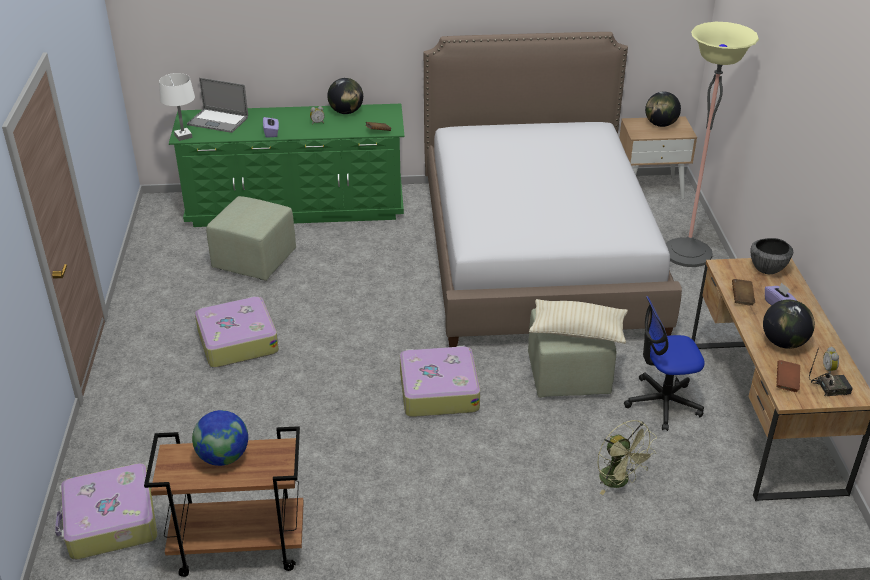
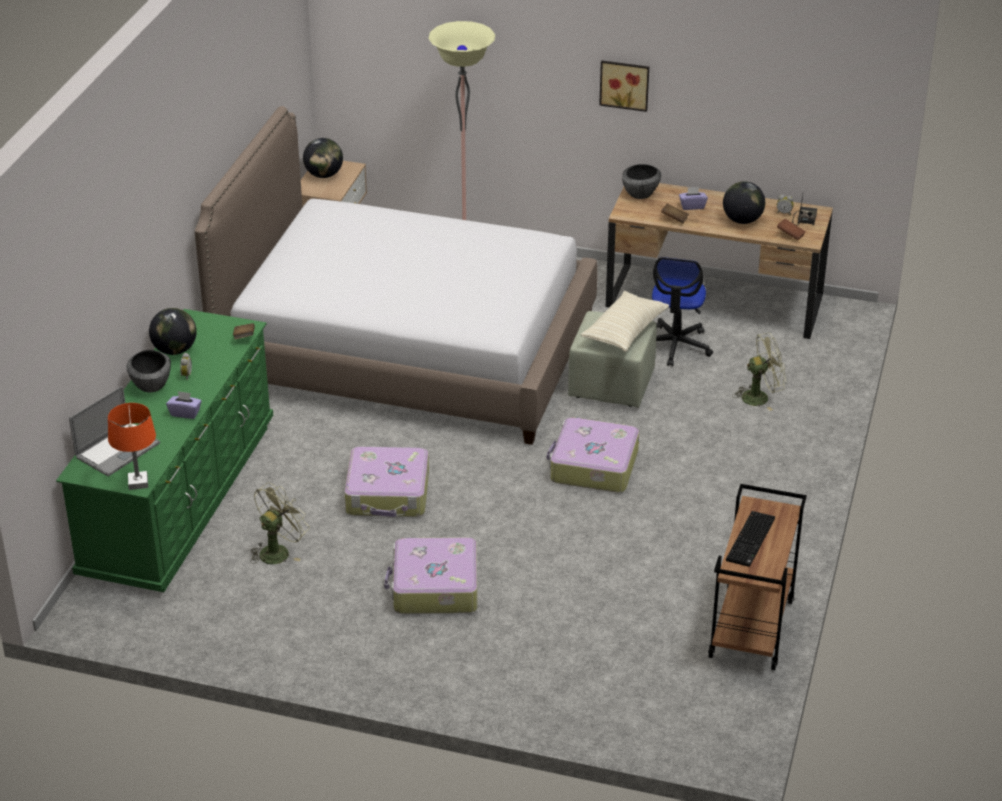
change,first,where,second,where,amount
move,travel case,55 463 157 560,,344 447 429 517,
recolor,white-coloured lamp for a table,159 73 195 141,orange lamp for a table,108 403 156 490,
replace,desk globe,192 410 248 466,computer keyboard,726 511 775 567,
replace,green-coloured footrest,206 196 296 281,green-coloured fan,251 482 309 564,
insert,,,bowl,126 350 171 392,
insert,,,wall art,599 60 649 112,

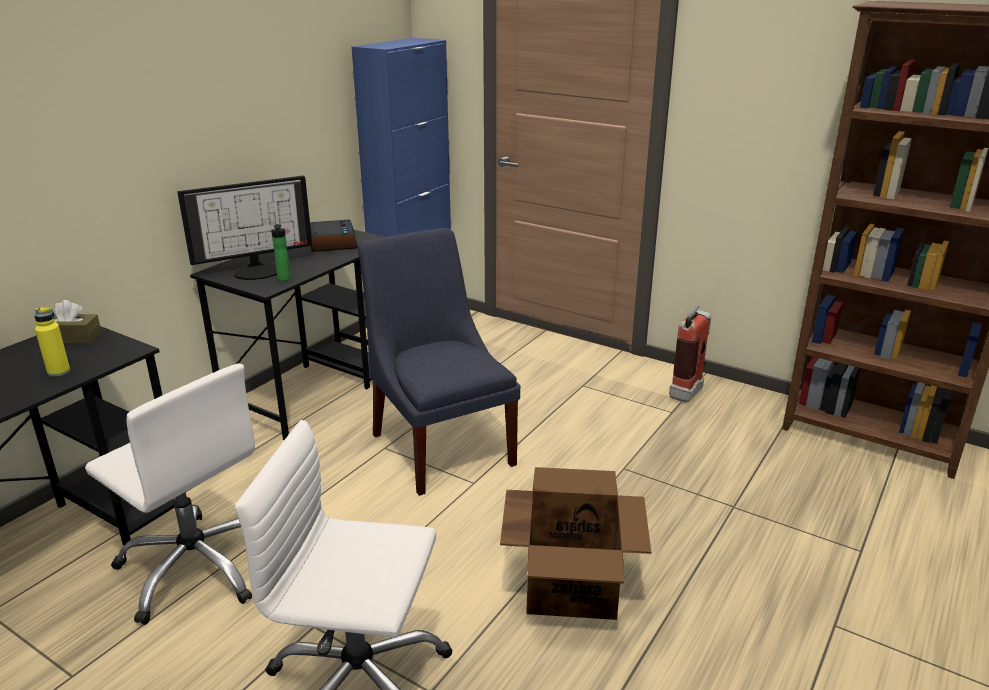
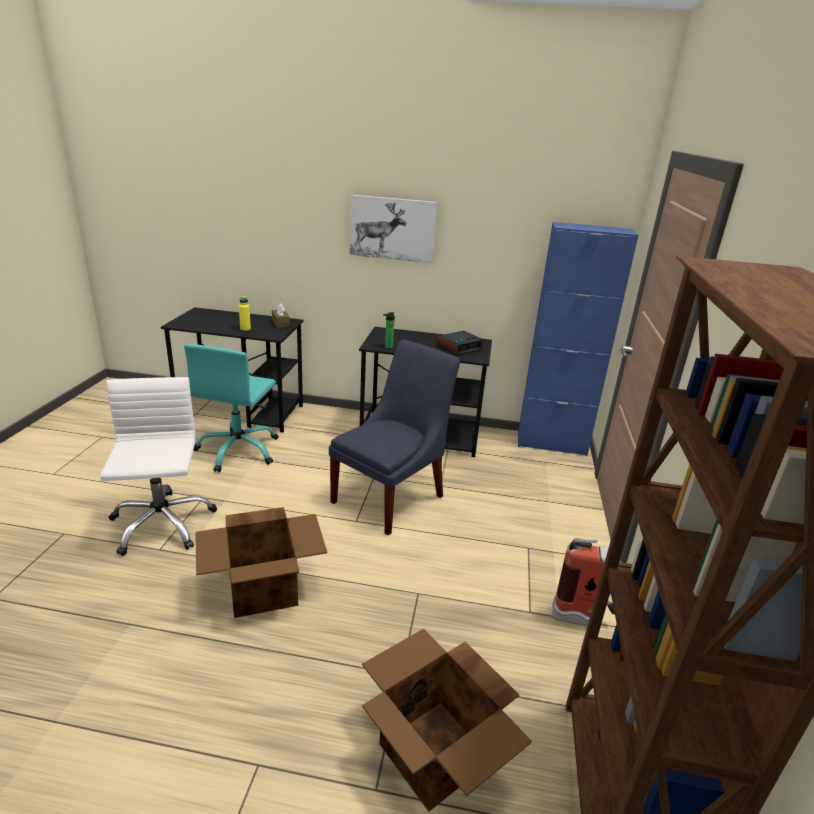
change,first,where,second,where,amount
recolor,white-coloured desk chair,85 363 255 625,blue-green desk chair,184 344 278 472,
delete,computer display,177 176 312 280,,,
insert,,,wall art,350 195 437 263,
insert,,,packing box,362 629 532 811,

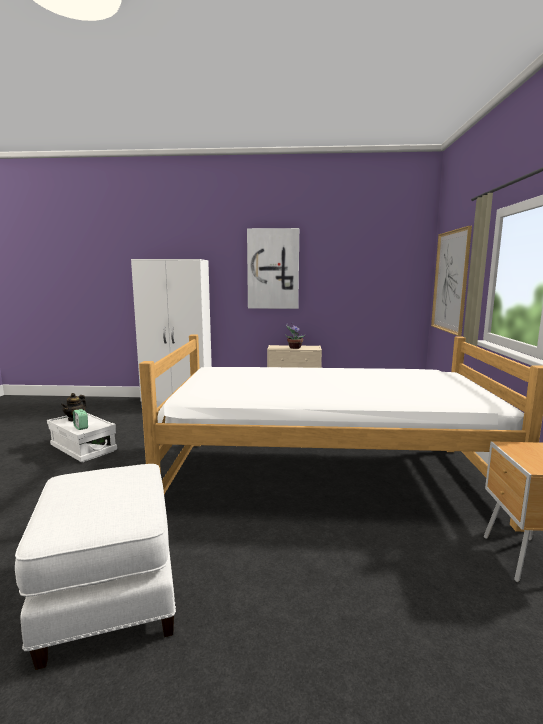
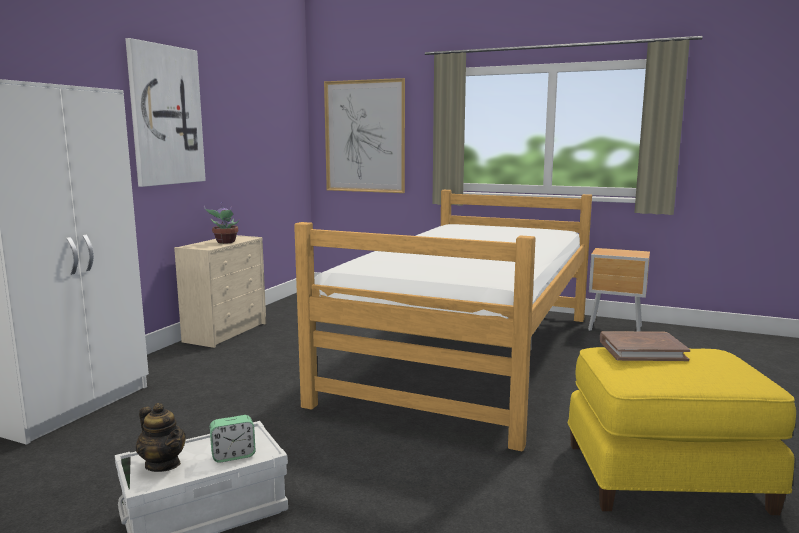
change,first,where,second,where,amount
recolor,white-coloured footrest,15 464 176 670,yellow-coloured footrest,567 347 796 515,
insert,,,brownish volume,600 331 690 361,

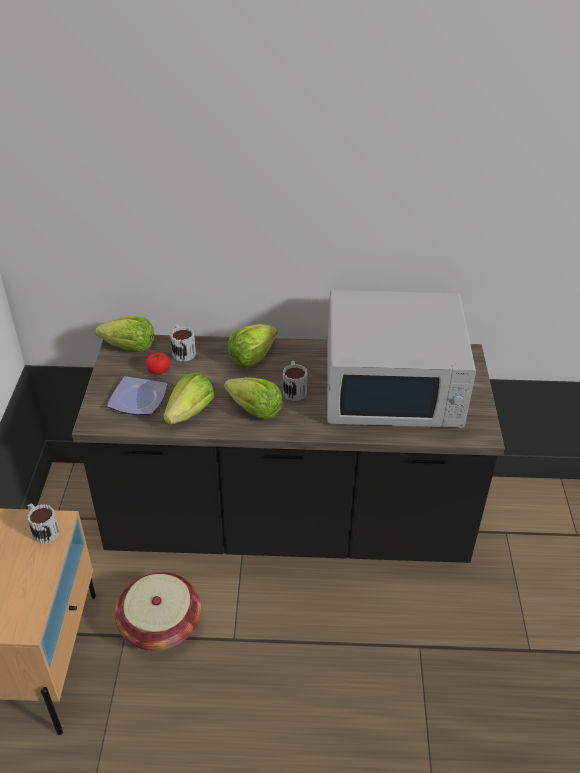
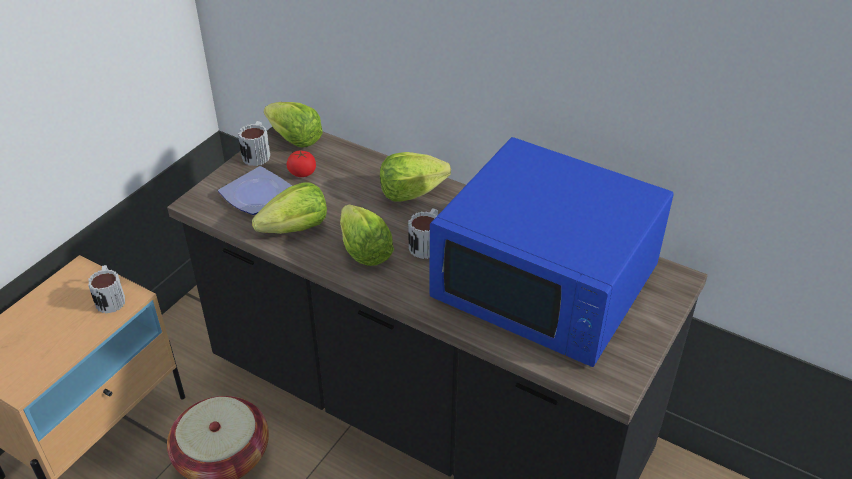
change,first,where,second,where,amount
move,coffee mug,170 324 196 362,,238 121 270 166,
recolor,white-coloured microwave oven,327 290 476 428,blue-coloured microwave oven,429 137 674 367,

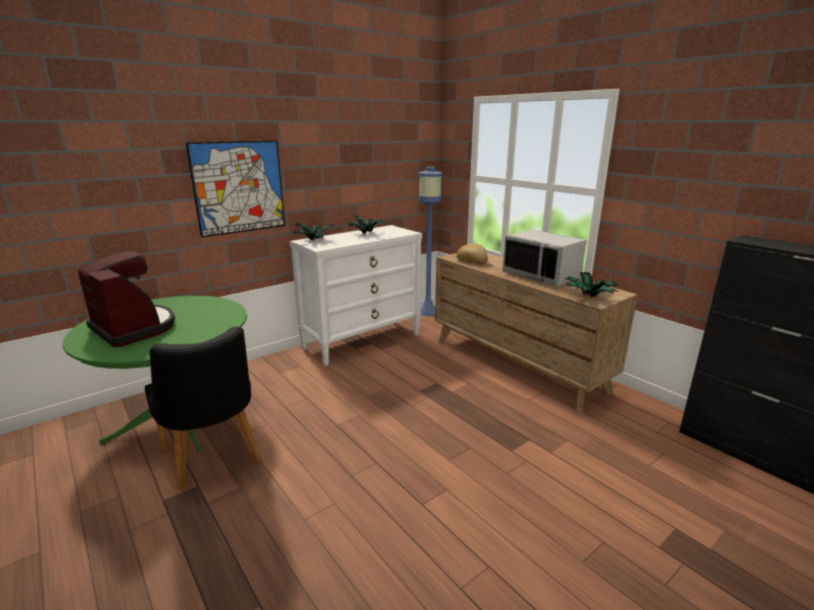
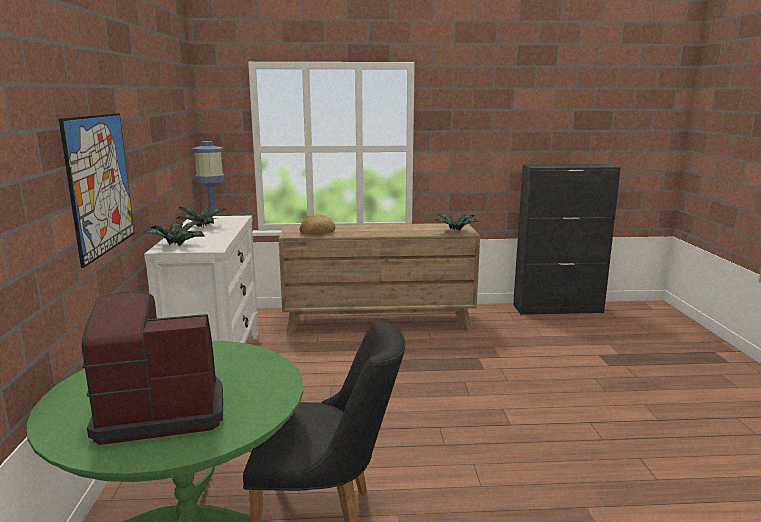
change,first,where,second,where,amount
delete,grey microwave oven,502 229 587 287,,,

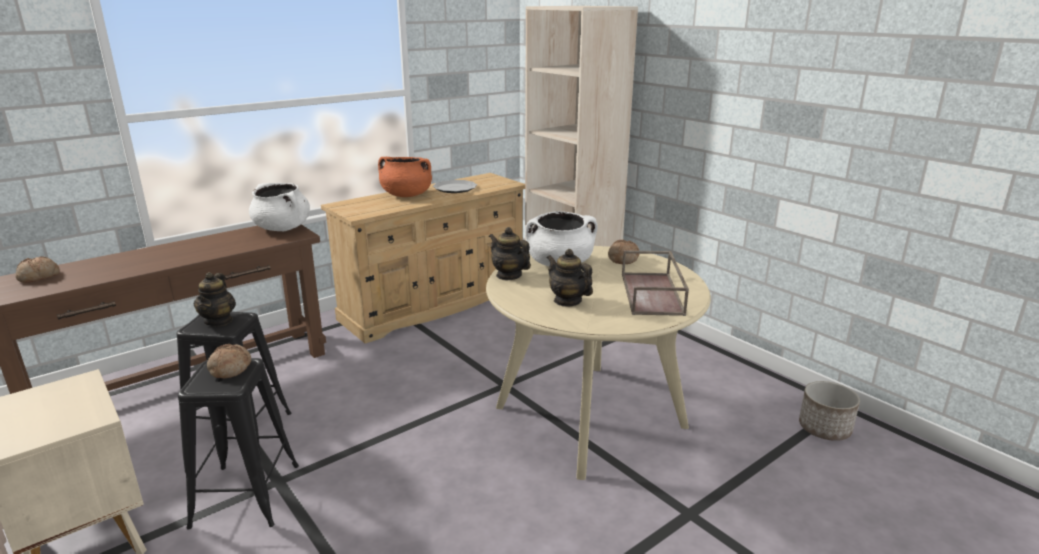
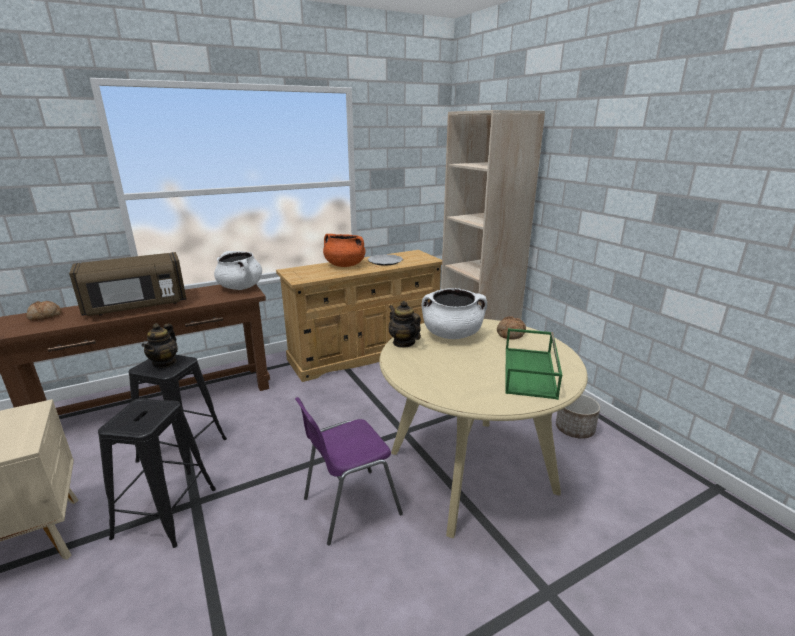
change,first,where,second,where,amount
delete,bread,207 344 251 378,,,
delete,teapot,547 249 593 307,,,
recolor,brownish tray,622 250 689 316,green-coloured tray,505 328 562 400,
move,planter,799 381 860 441,,556 394 600 439,
insert,,,brownish microwave oven,69 252 186 316,
insert,,,purple chair,295 397 403 545,

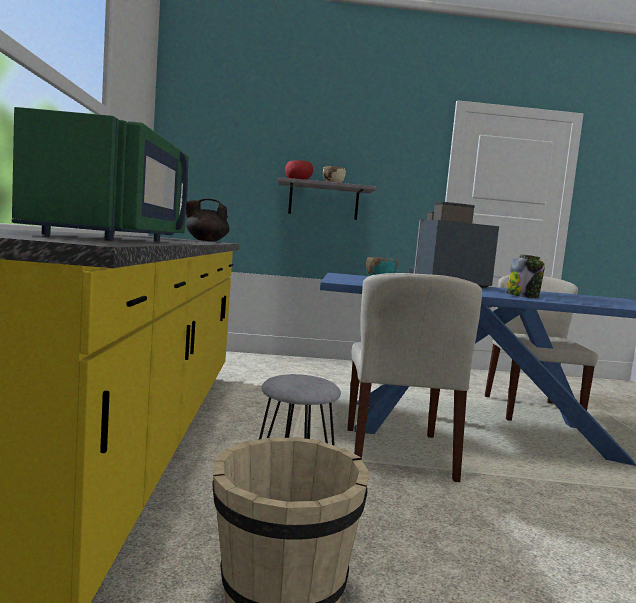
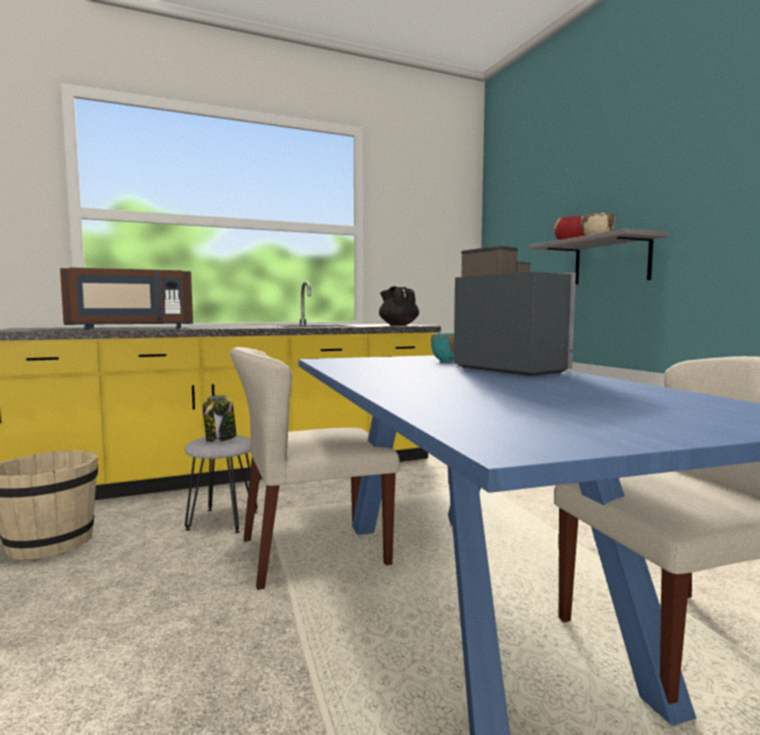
change,first,where,second,where,amount
recolor,green-coloured microwave oven,12 107 189 241,brownish microwave oven,60 267 193 329,
move,preserve jar,506 254 545 298,,203 395 237 442,

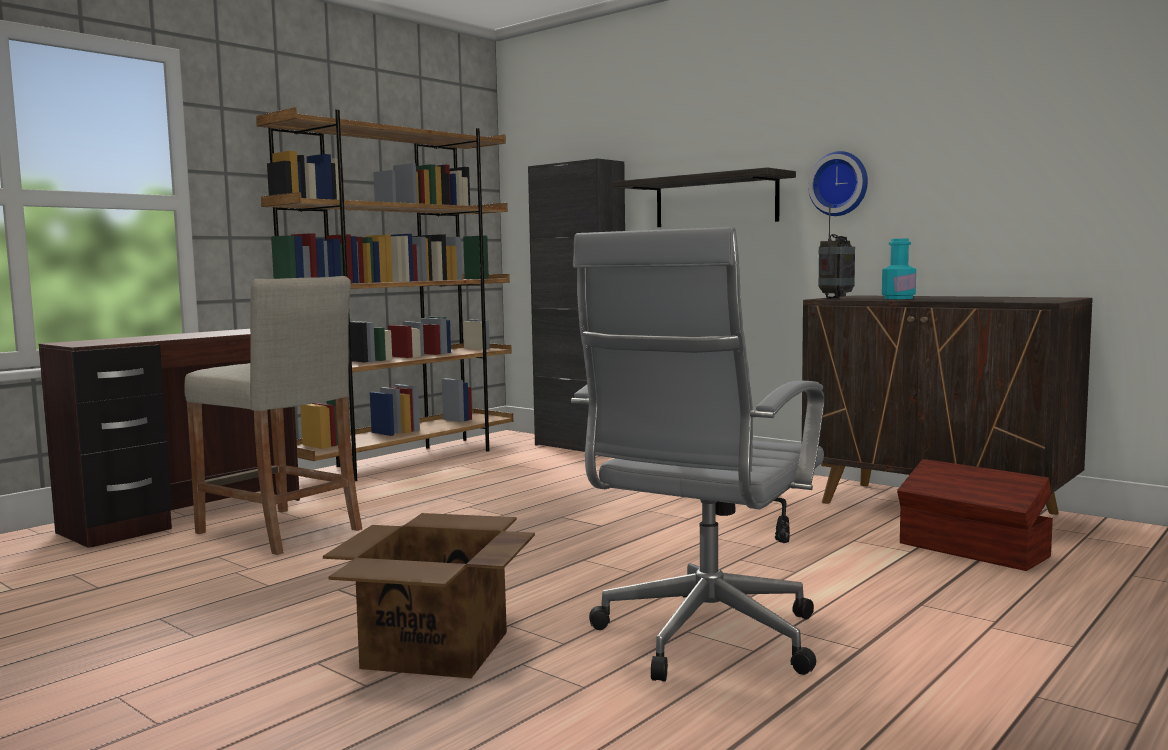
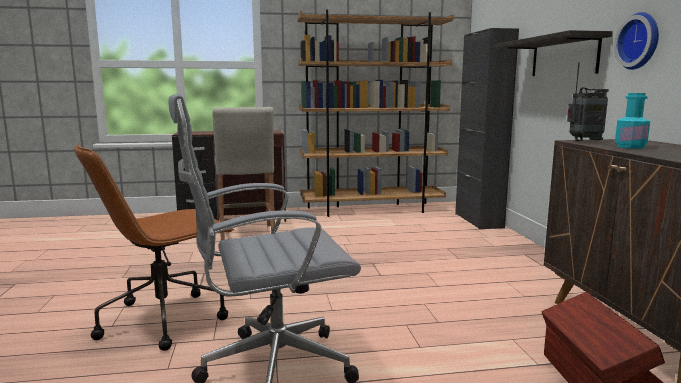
change,first,where,second,where,amount
replace,packing box,323 513 535 678,brownish desk chair,74 144 235 351,

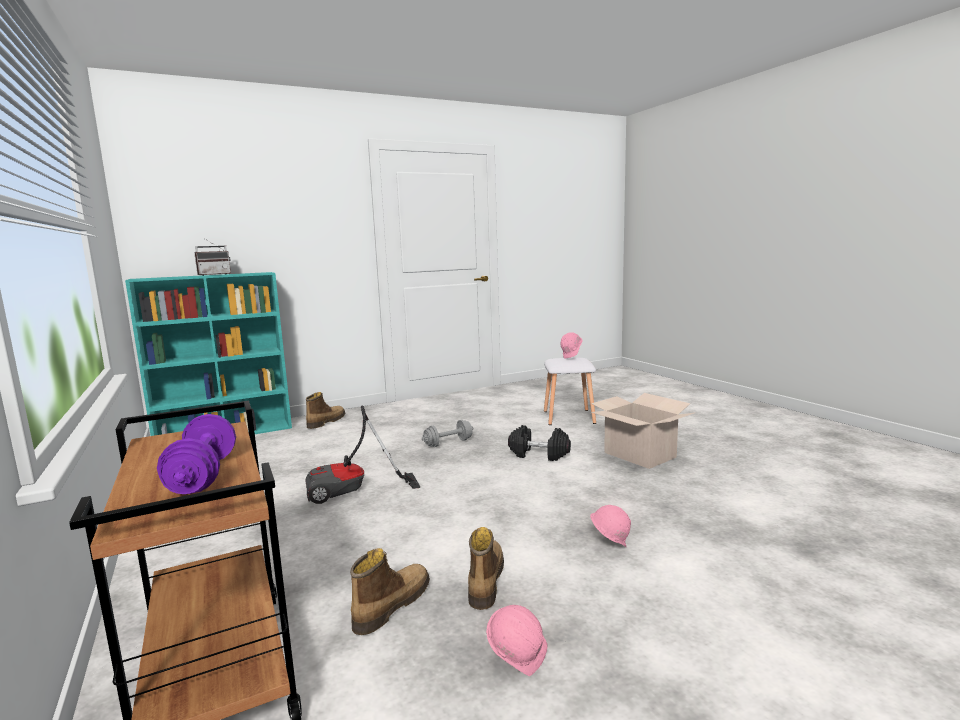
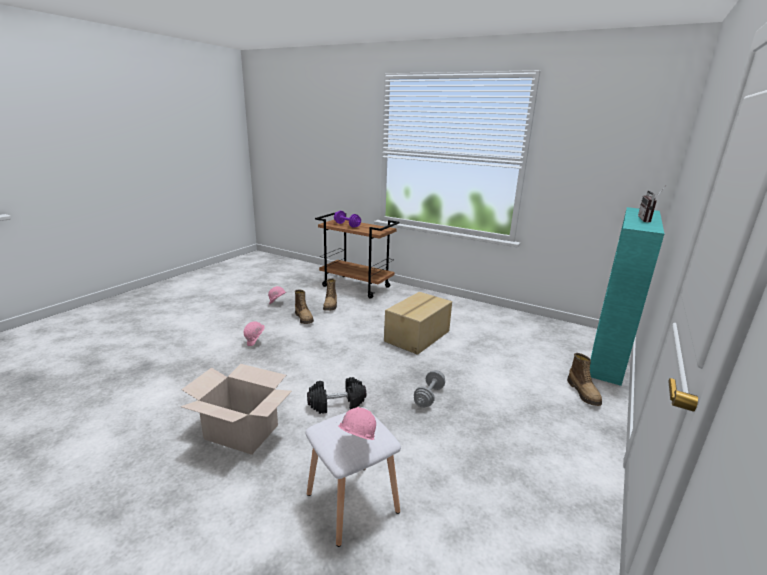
change,first,where,second,where,amount
replace,vacuum,306 406 420 504,packing box,384 292 452 355,

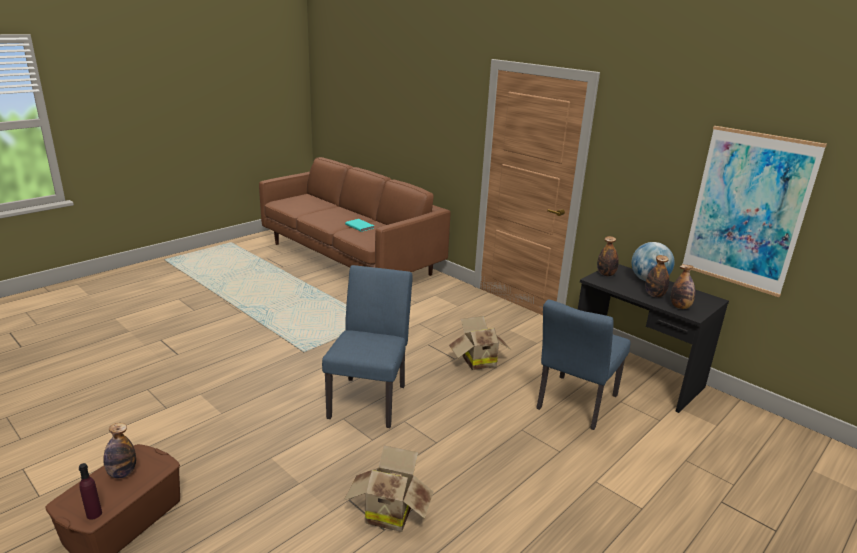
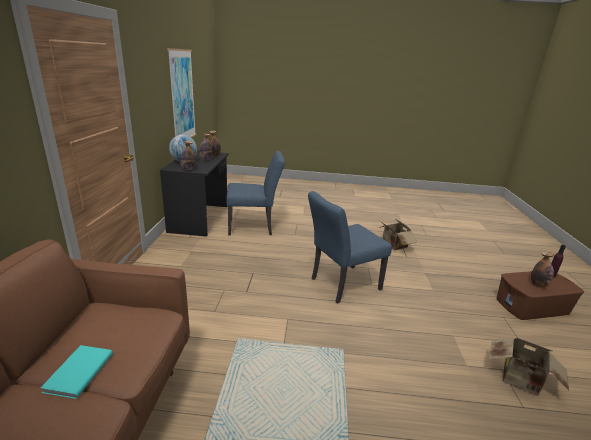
change,first,where,second,where,amount
move,packing box,449 316 511 370,,489 338 569 396,

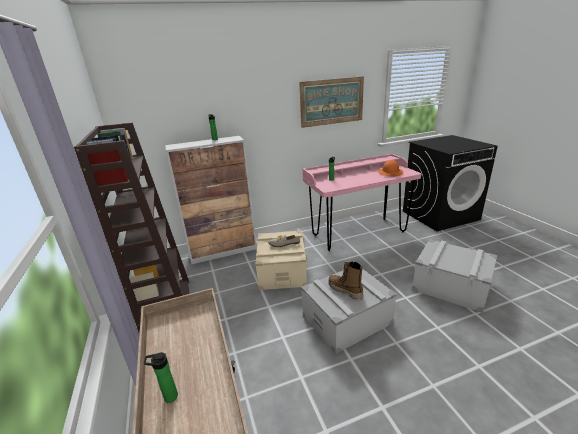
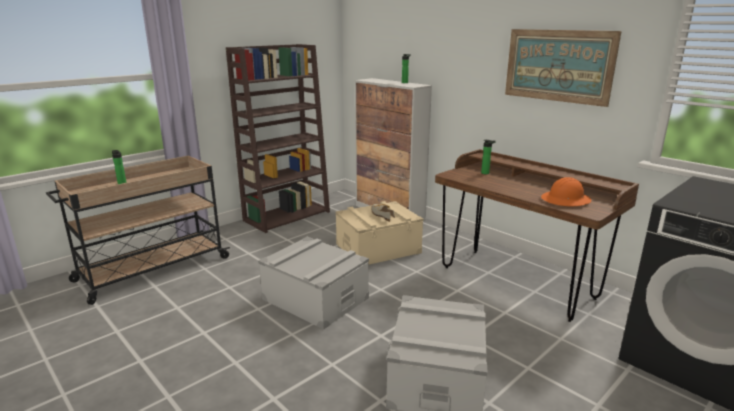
change,first,where,second,where,amount
recolor,pinkish desk unit,303 154 421 251,brownish desk unit,435 149 639 322,
delete,boot,328 262 363 300,,,

